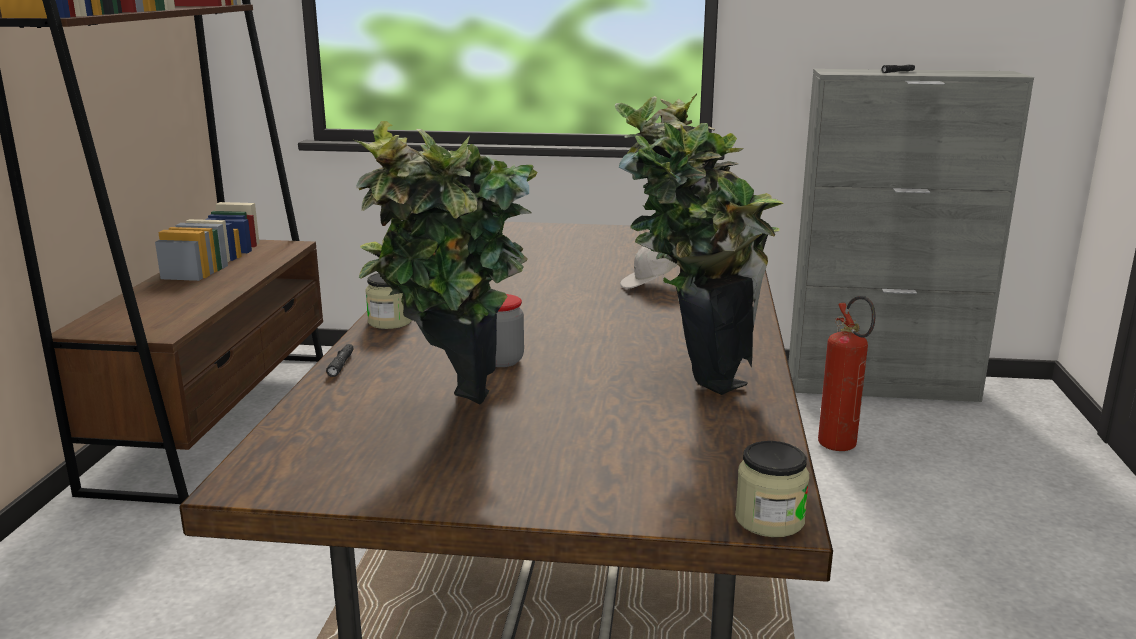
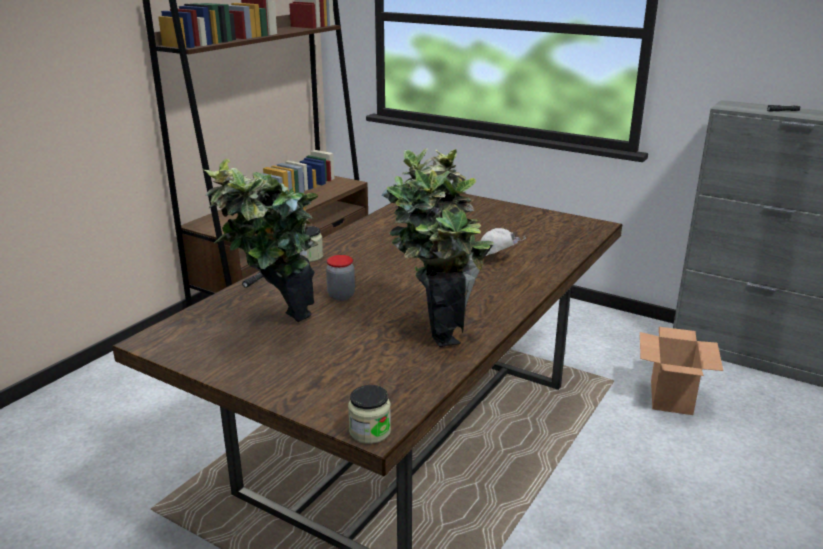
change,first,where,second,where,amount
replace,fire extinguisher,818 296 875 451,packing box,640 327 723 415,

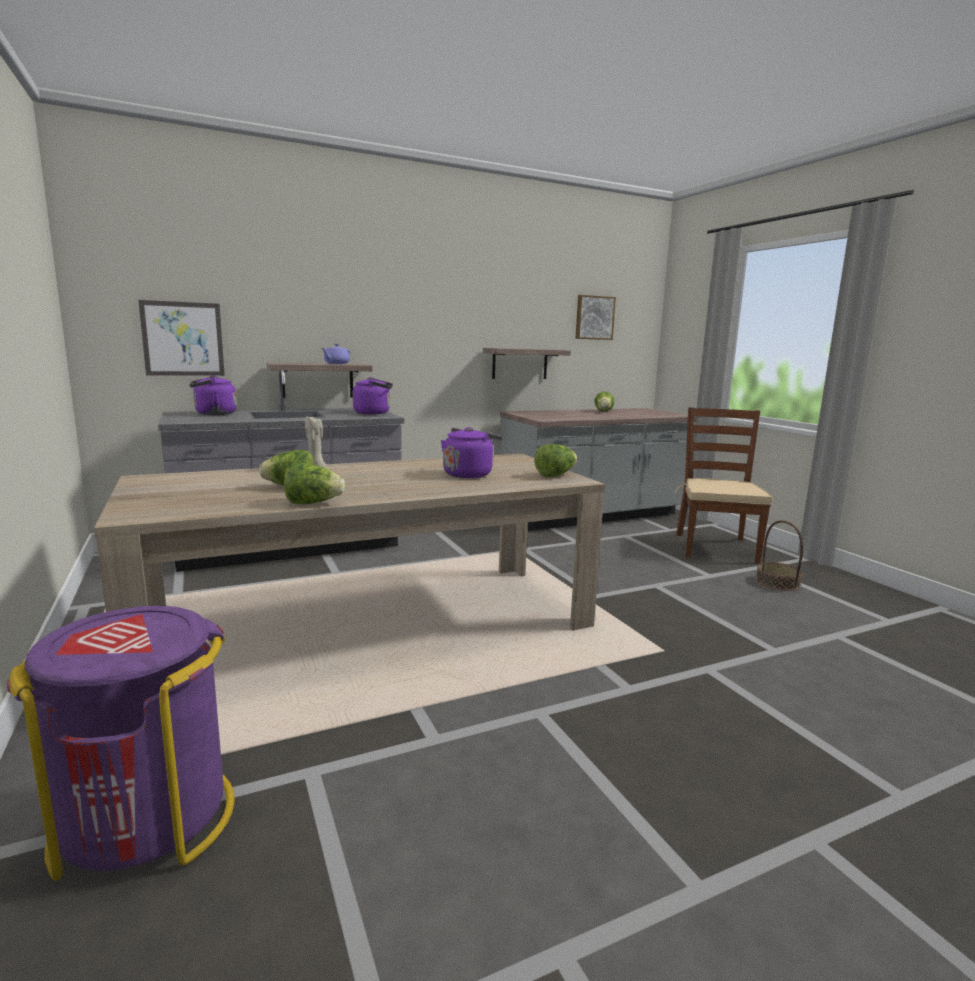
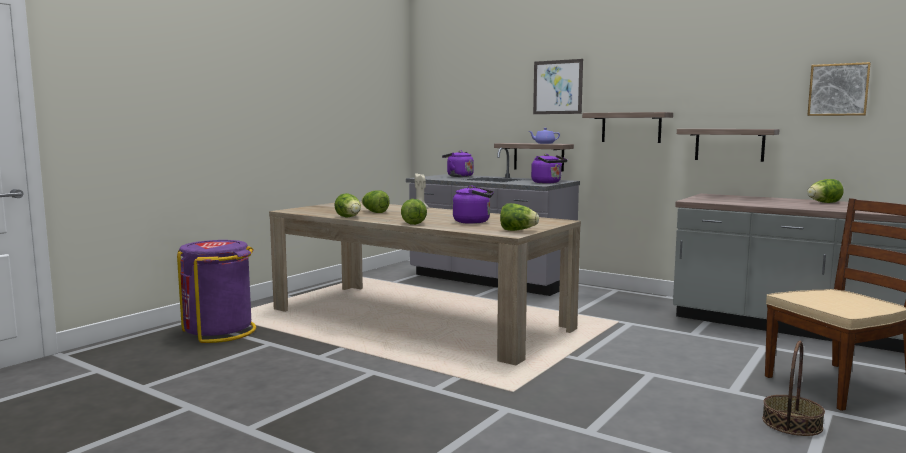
change,first,where,second,where,amount
move,wall art,138 300 225 376,,533 59 583 114,
insert,,,head of lettuce,401 199 427 225,
insert,,,shelf,582 112 673 143,

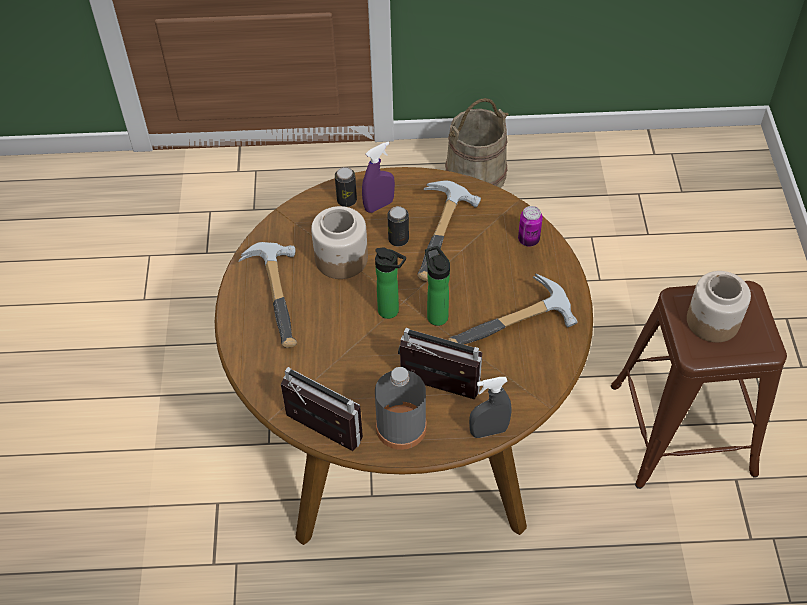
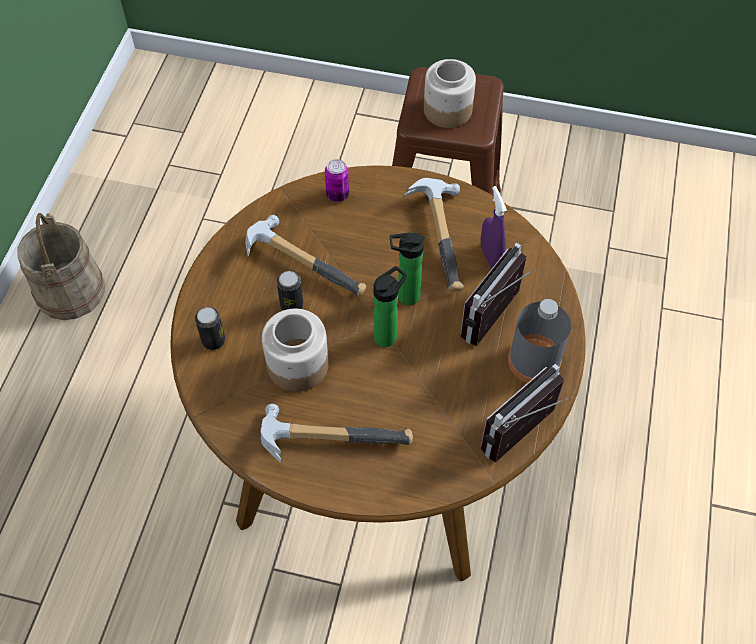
change,first,where,second,where,amount
move,purple hand sprayer,362 142 395 213,,481 186 507 268,
delete,grey hand sprayer,469 377 512 438,,,

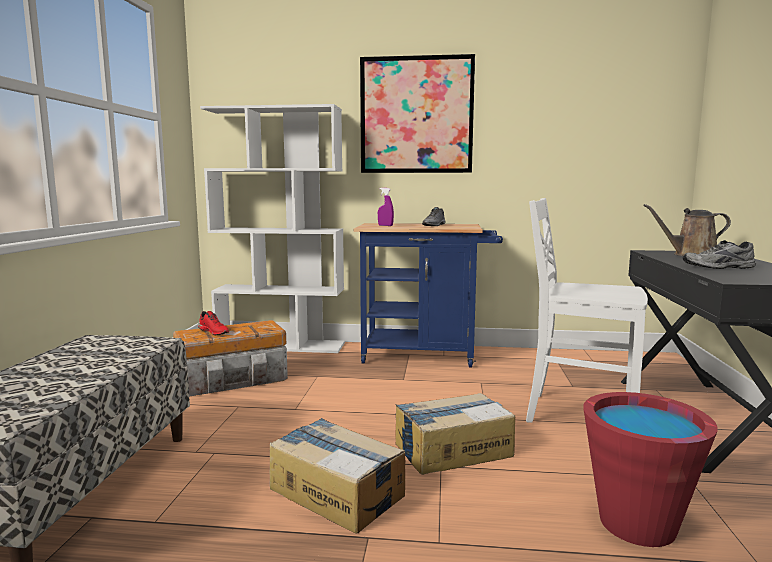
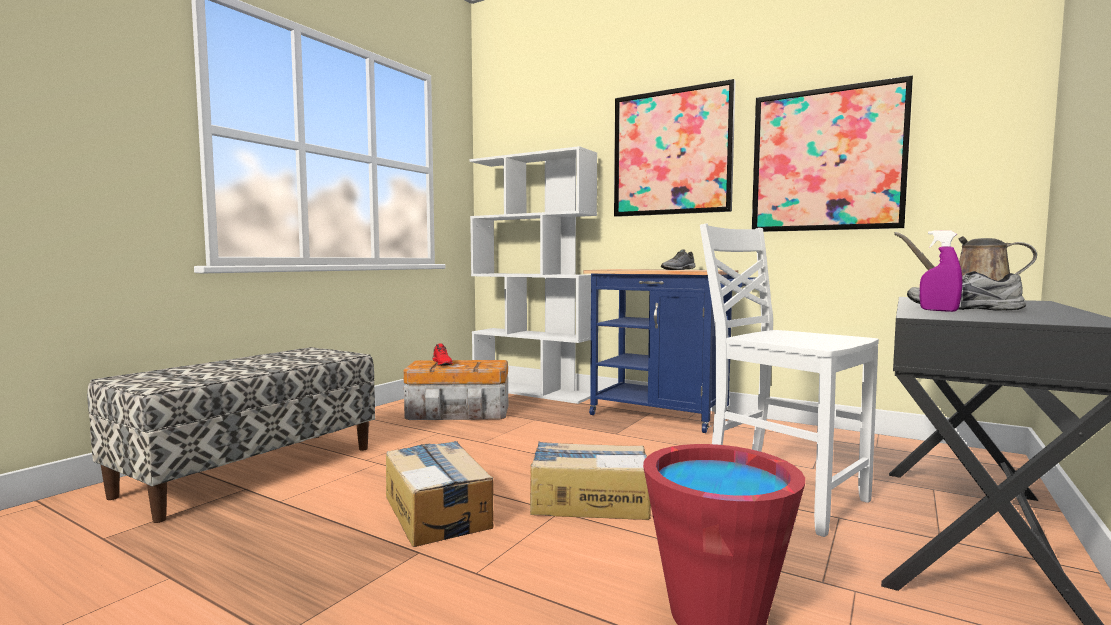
change,first,where,second,where,amount
move,purple hand sprayer,378 188 394 226,,920 230 962 312,
insert,,,wall art,752 75 913 232,

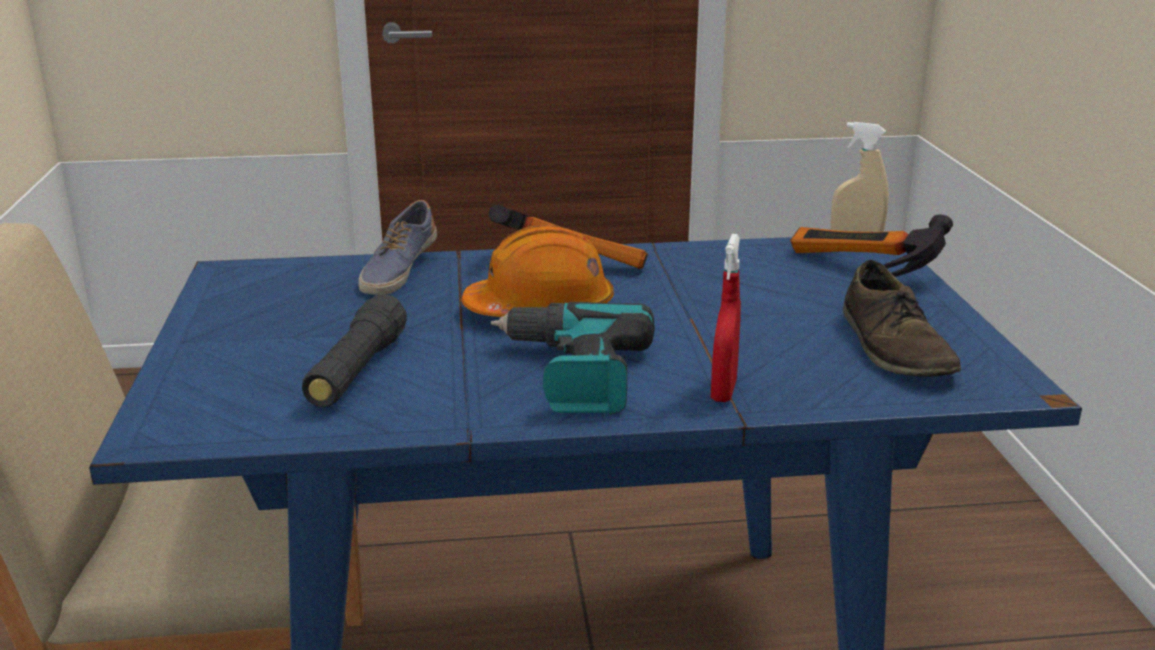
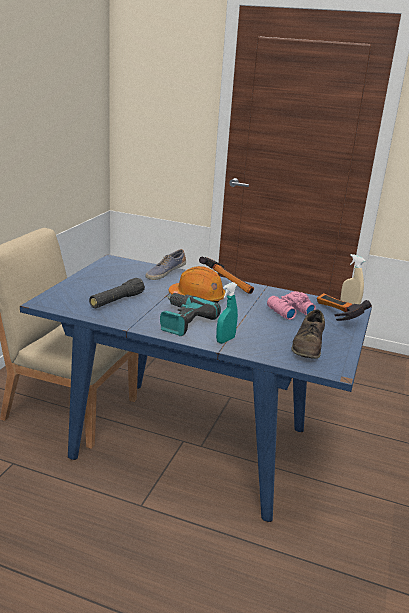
change,first,where,second,where,amount
recolor,red hand sprayer,711 234 741 402,blue-green hand sprayer,216 282 238 344,
insert,,,pinkish field glasses,267 291 316 320,

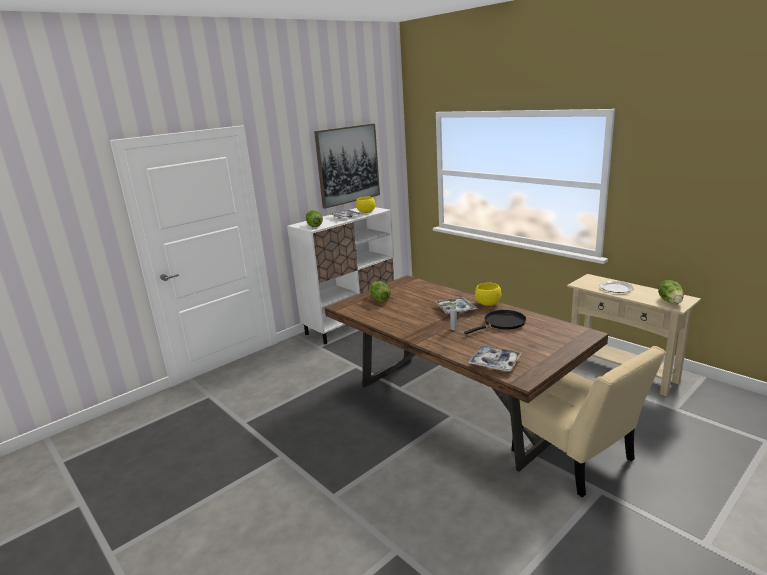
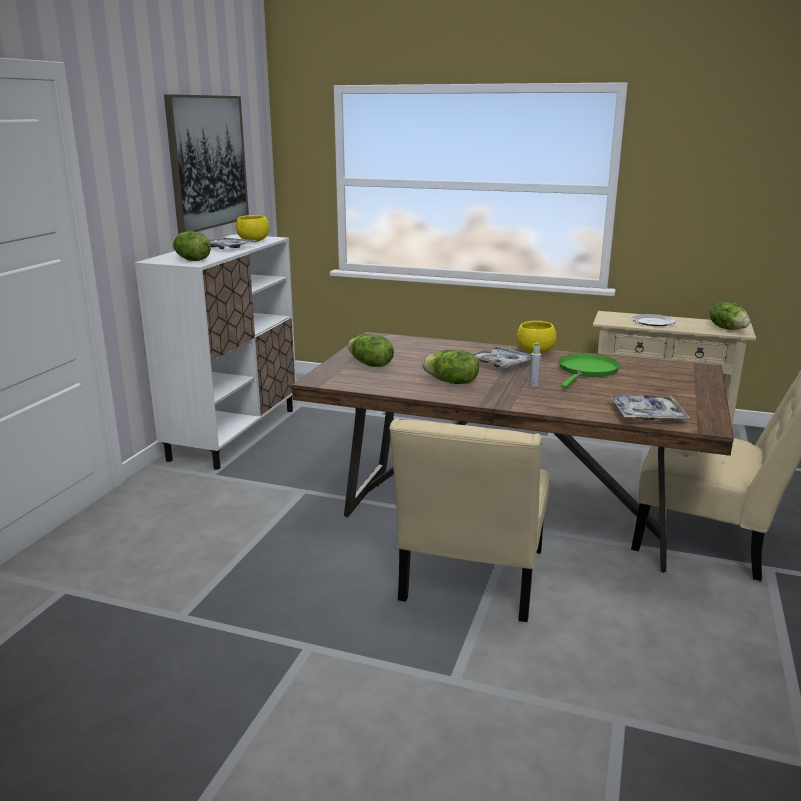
change,first,where,second,where,amount
recolor,black-coloured skillet,464 310 526 335,green-coloured skillet,559 354 620 388,
insert,,,sand-coloured chair,389 418 550 622,
insert,,,head of lettuce,422 350 479 384,

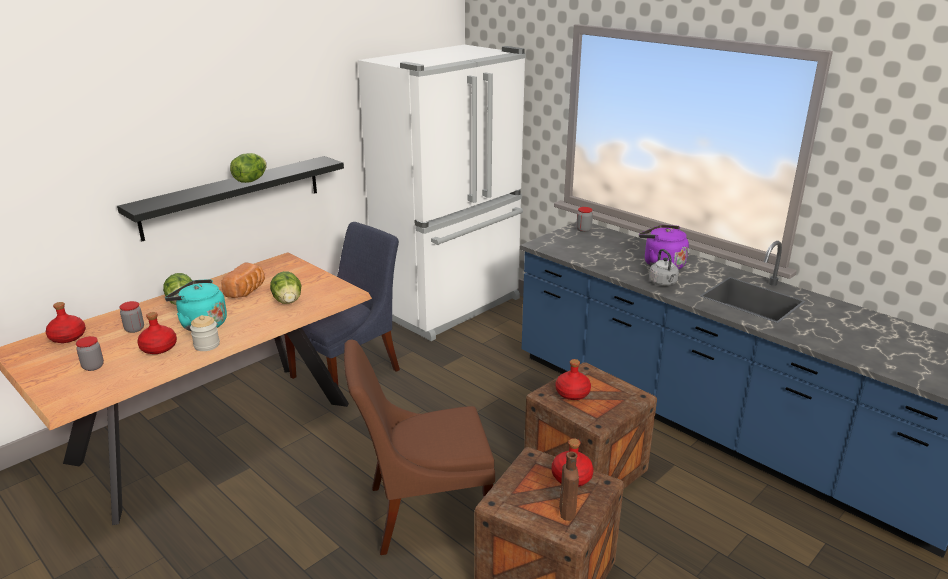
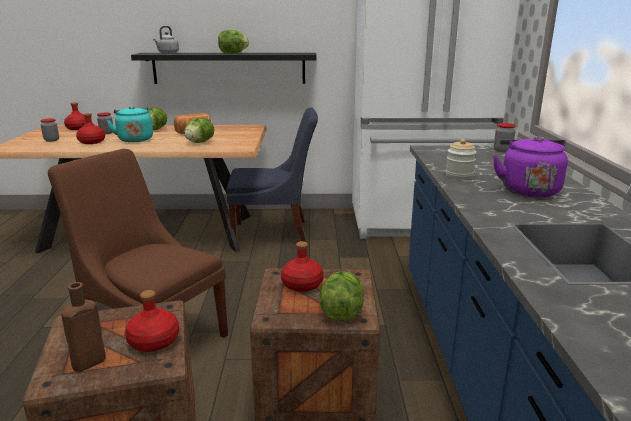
change,first,where,second,where,amount
move,preserve jar,190 315 220 351,,446 139 477 179,
move,grey kettle,649 249 679 286,,153 26 179 54,
insert,,,head of lettuce,320 271 364 321,

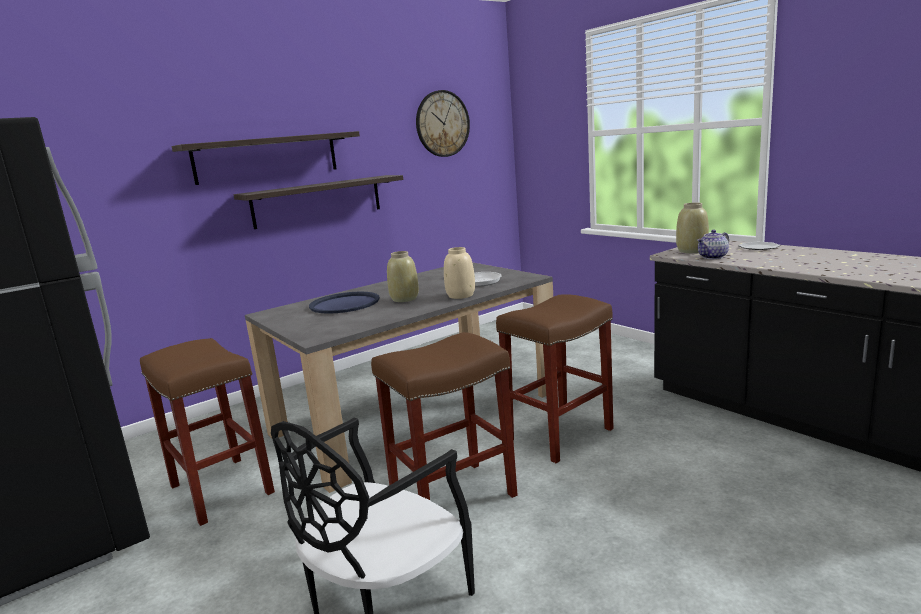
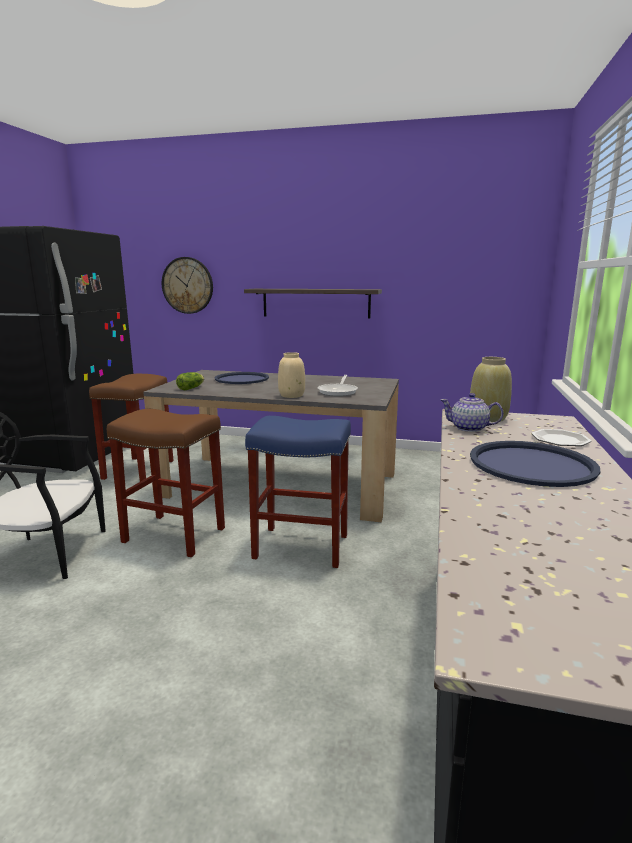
change,first,where,second,where,amount
delete,shelf,172 131 360 185,,,
delete,sand-coloured flower vase,387 251 419 302,,,
move,hanging clock,416 90 470 157,,162 257 213 314,
recolor,brownish stool seat,496 294 614 463,blue-coloured stool seat,245 416 351 568,
insert,,,head of lettuce,176 372 204 390,
insert,,,blue-coloured tray,470 441 601 487,

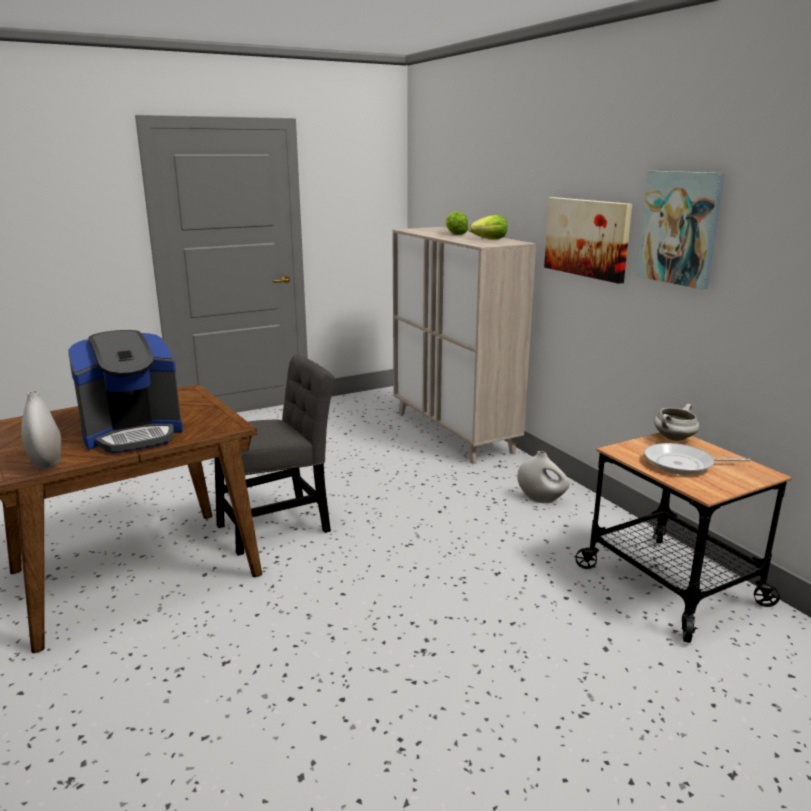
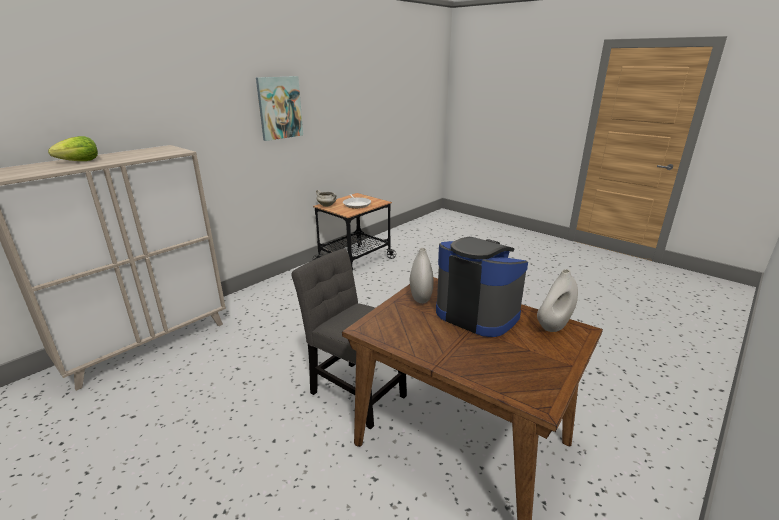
change,first,where,second,where,amount
delete,head of lettuce,469 215 508 239,,,
move,white-coloured flower vase,517 451 569 503,,410 248 433 303,
delete,wall art,544 197 632 284,,,

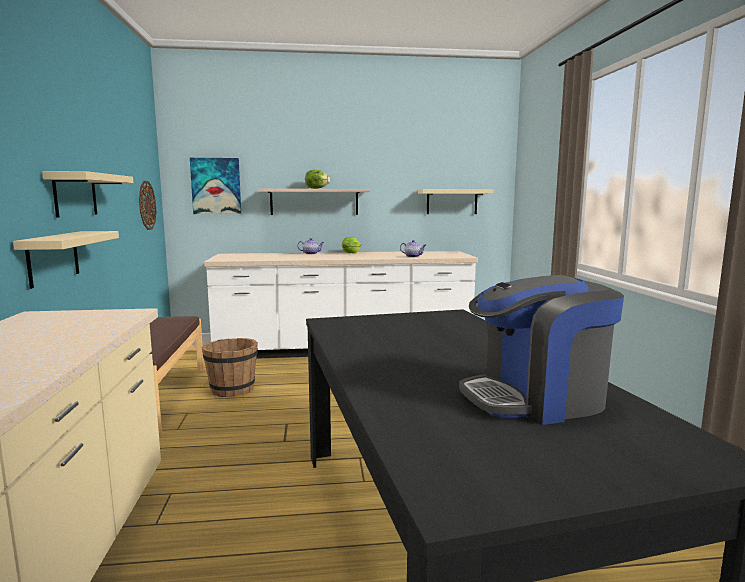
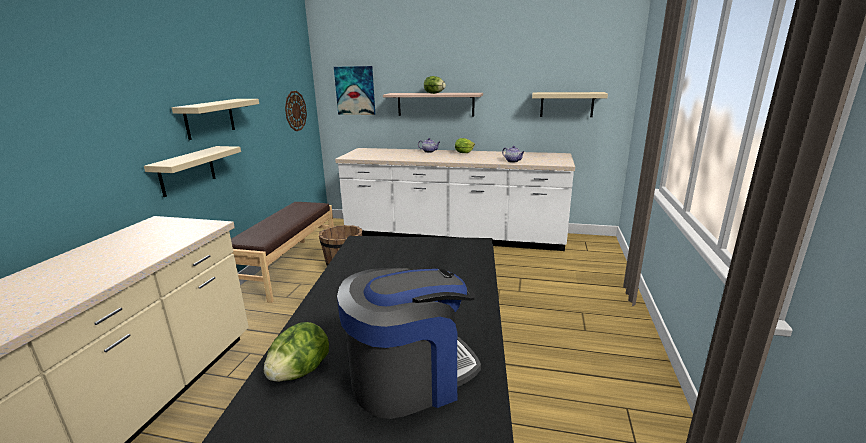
change,first,where,second,where,amount
rotate,coffee maker,459 275 624 425,,337 268 481 419,150 degrees clockwise
insert,,,head of lettuce,264 322 329 382,

